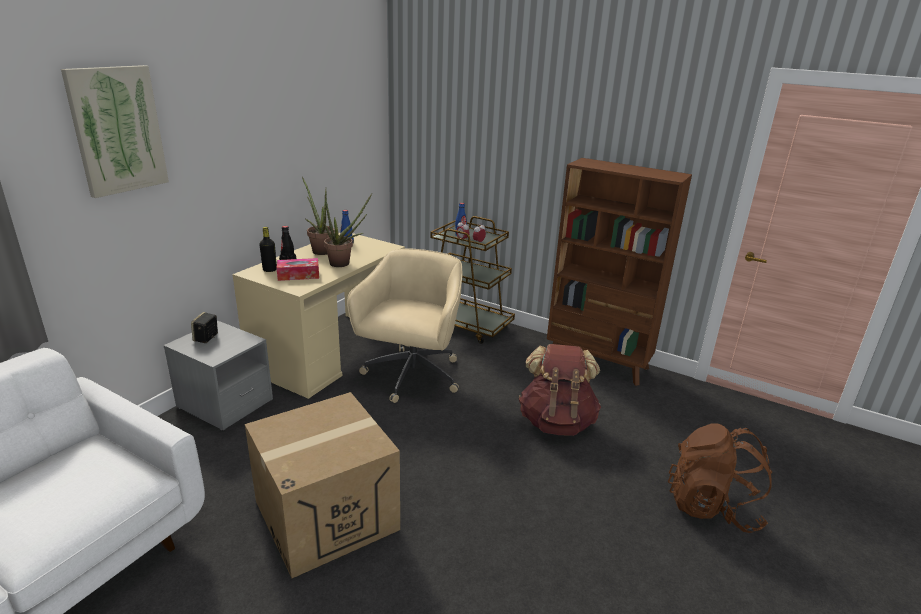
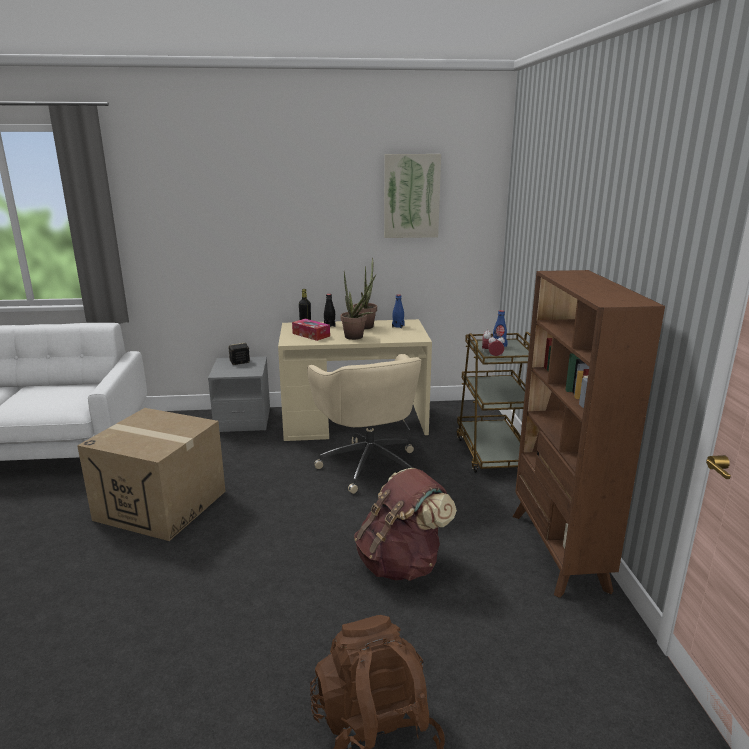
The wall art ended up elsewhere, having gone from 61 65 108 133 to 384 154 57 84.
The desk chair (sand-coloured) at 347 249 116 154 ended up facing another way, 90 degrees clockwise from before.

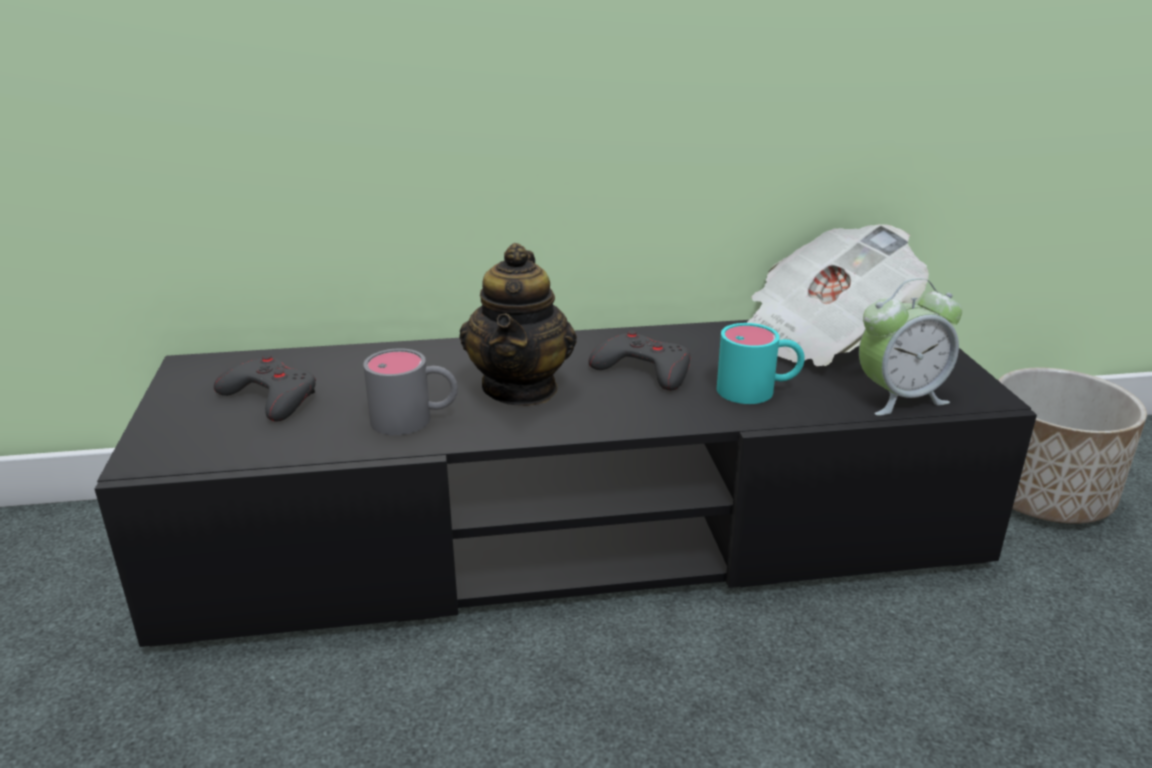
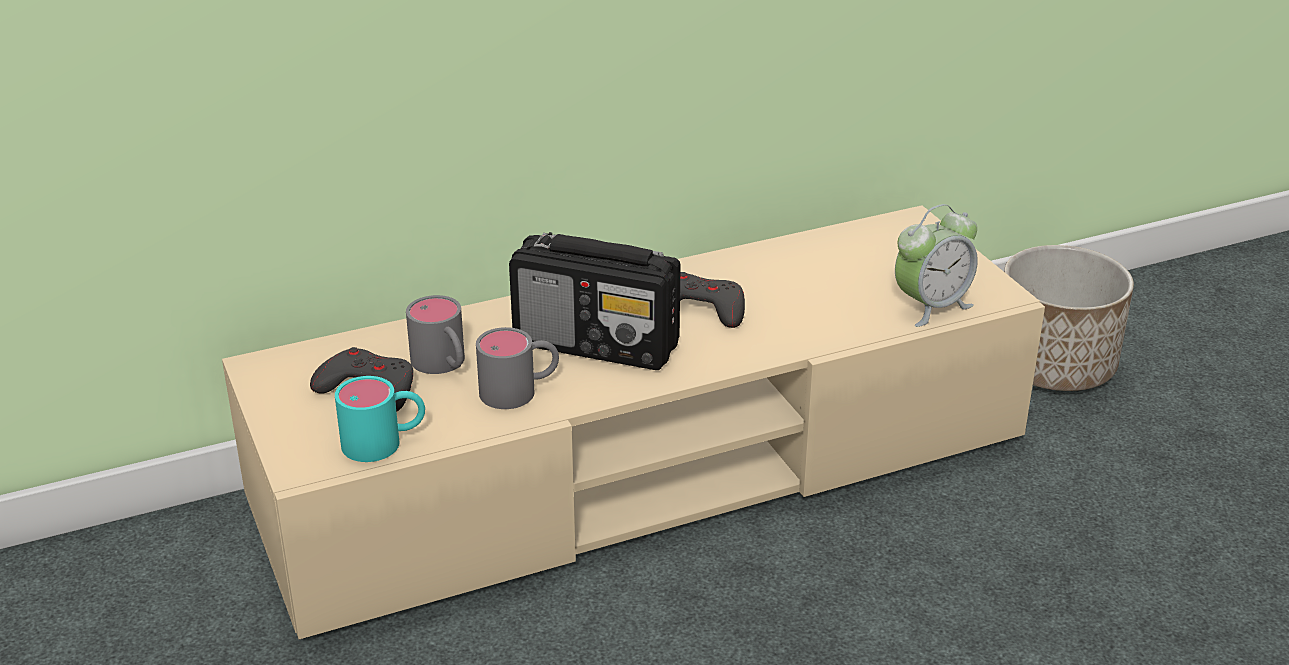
The second view lost the newspaper at 747 224 182 142.
Where the teapot stood at 460 243 117 163, the radio set came to stand at 509 232 172 138.
What was the tv stand (black-coloured) at 95 320 942 327 turned into the tv stand (sand-coloured) at 222 205 823 434.
The mug (turquoise-coloured) ended up elsewhere, having gone from 717 323 88 81 to 335 376 90 86.
The second view gained the mug (greyish) at 406 295 59 79.

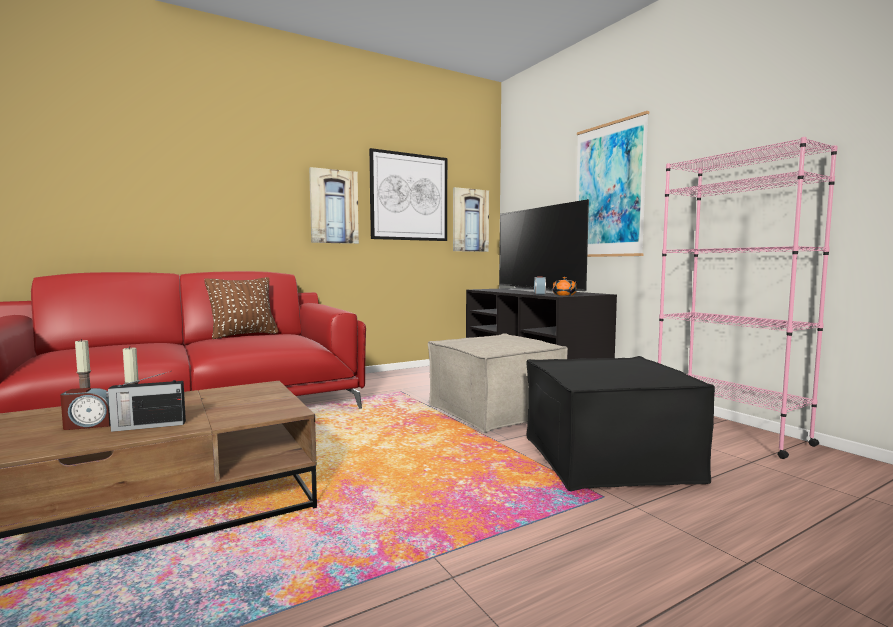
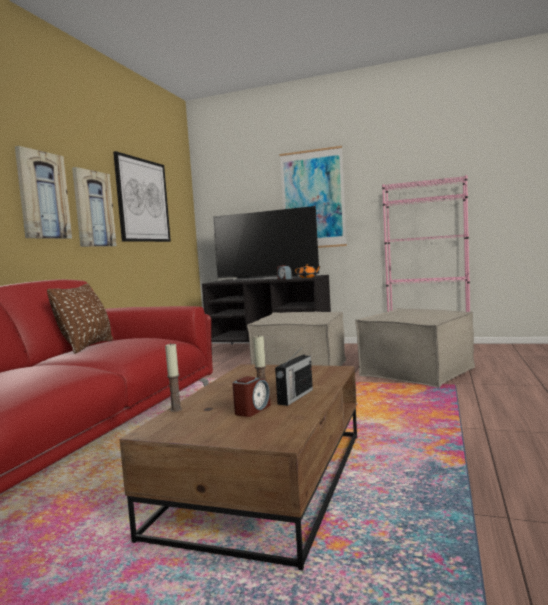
The wall art ended up elsewhere, having gone from 453 187 36 65 to 15 146 57 93.
What was the pouffe (black-coloured) at 526 356 189 135 turned into the pouffe (sand-coloured) at 355 308 120 80.

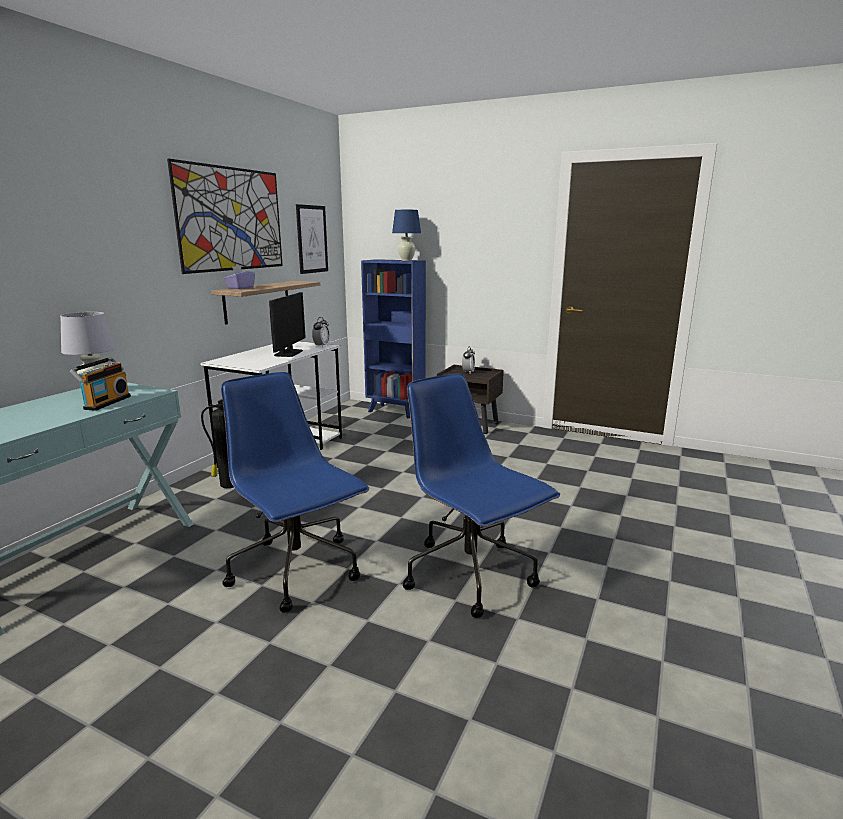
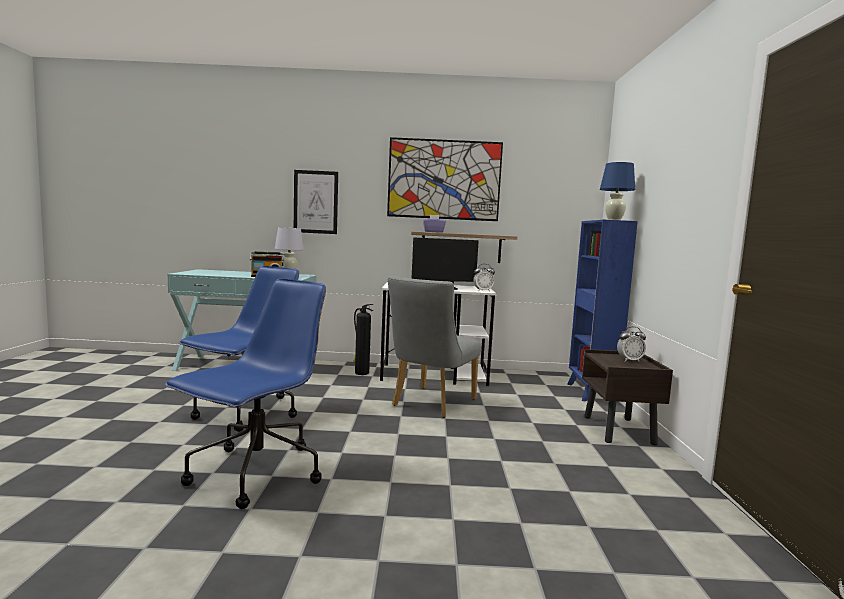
The wall art ended up elsewhere, having gone from 296 204 32 70 to 294 170 44 64.
The second view gained the chair (greyish) at 388 276 93 142.

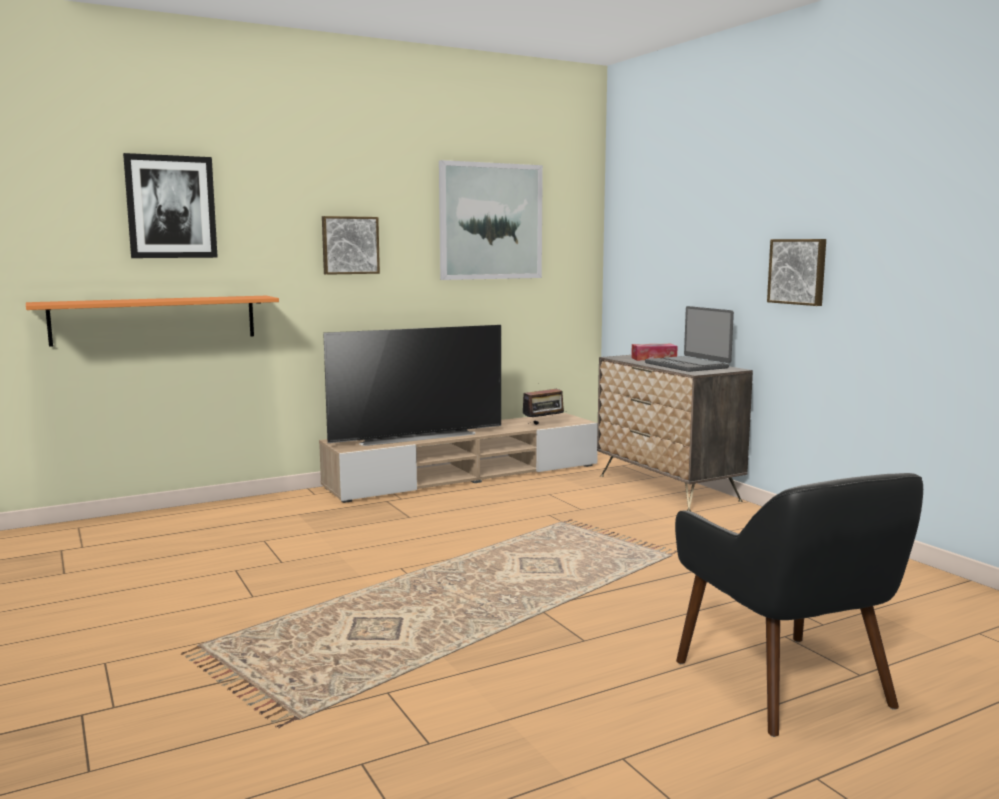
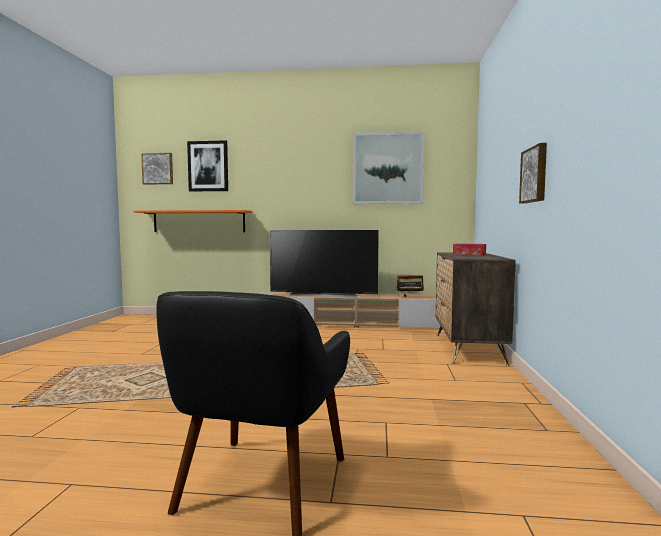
The wall art ended up elsewhere, having gone from 322 216 58 59 to 141 153 32 32.
The second view lost the portable computer at 645 306 89 66.

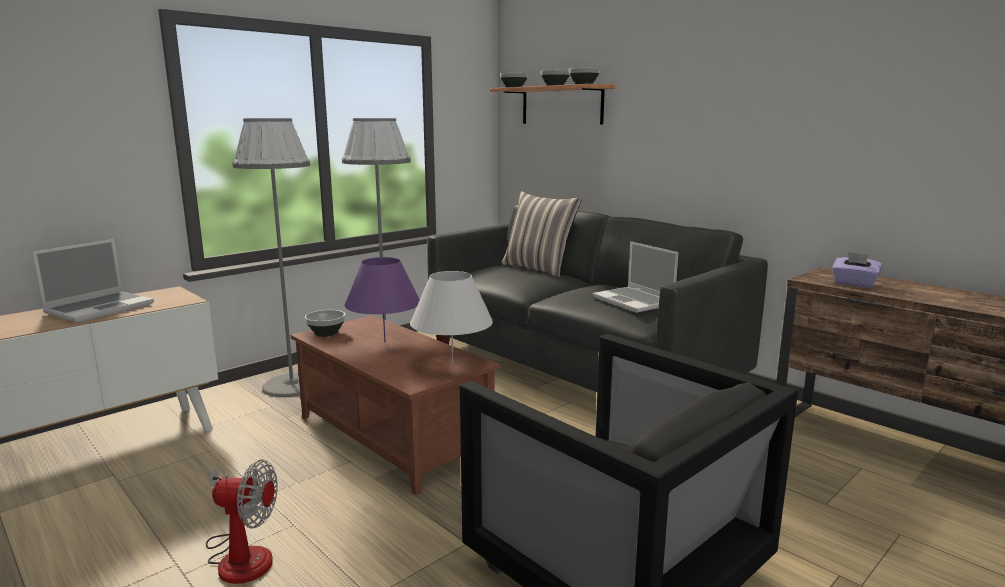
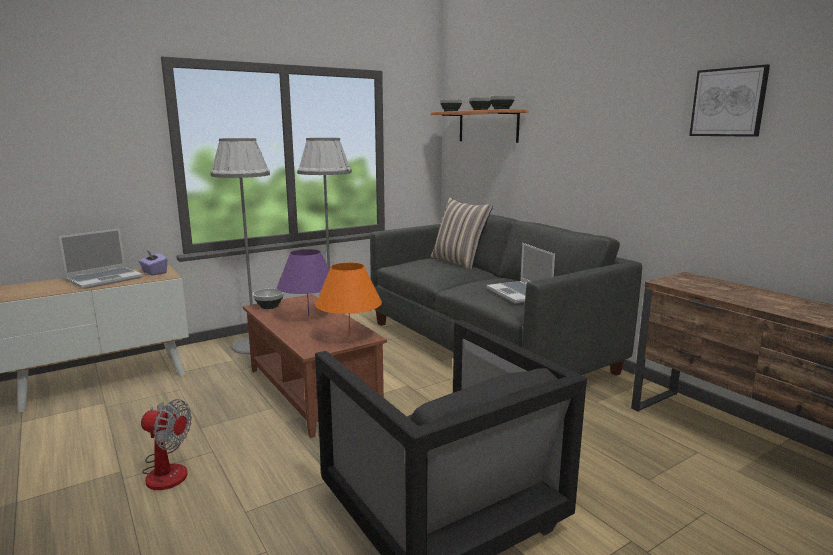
The tissue box (purple) ended up elsewhere, having gone from 832 252 51 36 to 139 251 28 25.
What was the table lamp (white) at 410 271 83 94 turned into the table lamp (orange-coloured) at 315 262 67 75.
The second view gained the wall art at 689 64 81 73.

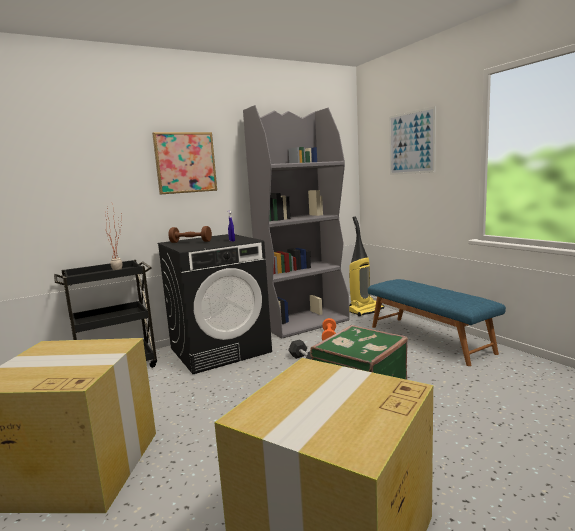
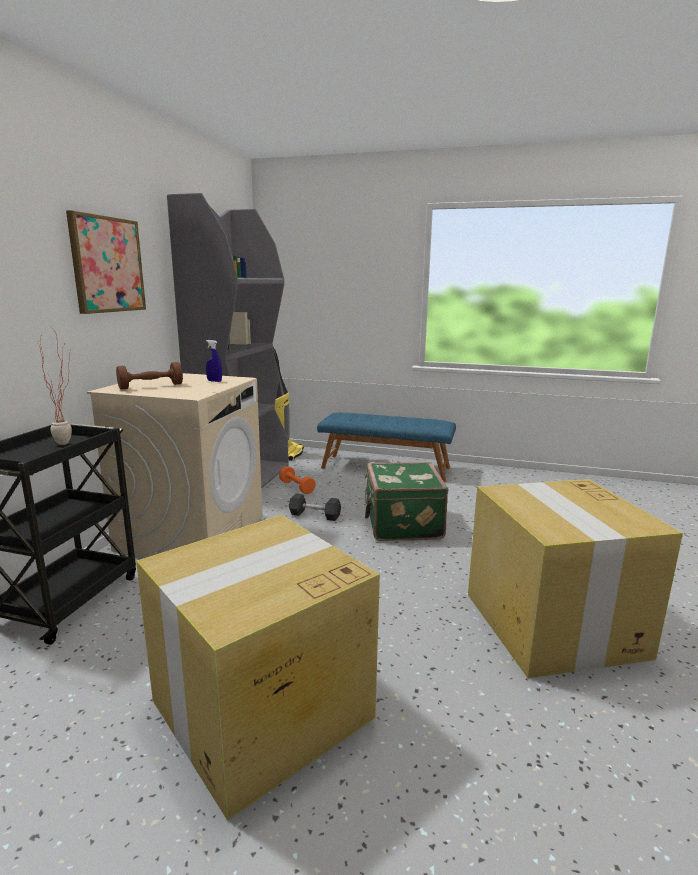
The second view lost the wall art at 389 106 47 69.
What was the washing machine (black-coloured) at 157 234 115 140 turned into the washing machine (sand-coloured) at 87 373 176 184.

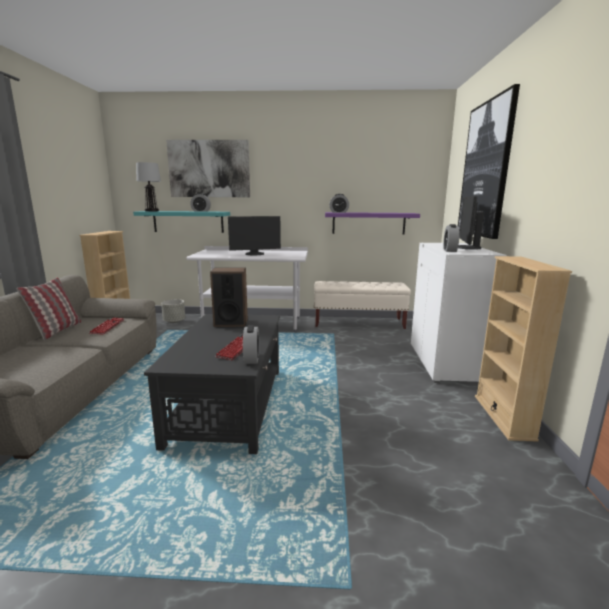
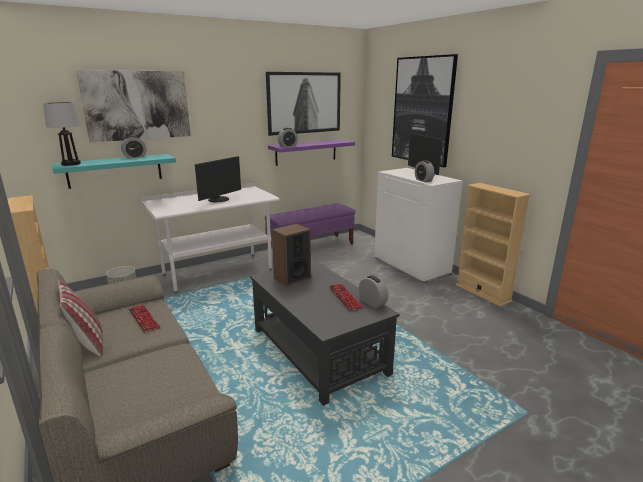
What was the indoor bench (sand-coloured) at 314 281 97 48 turned into the indoor bench (purple) at 265 203 90 45.
The second view gained the wall art at 266 72 75 64.

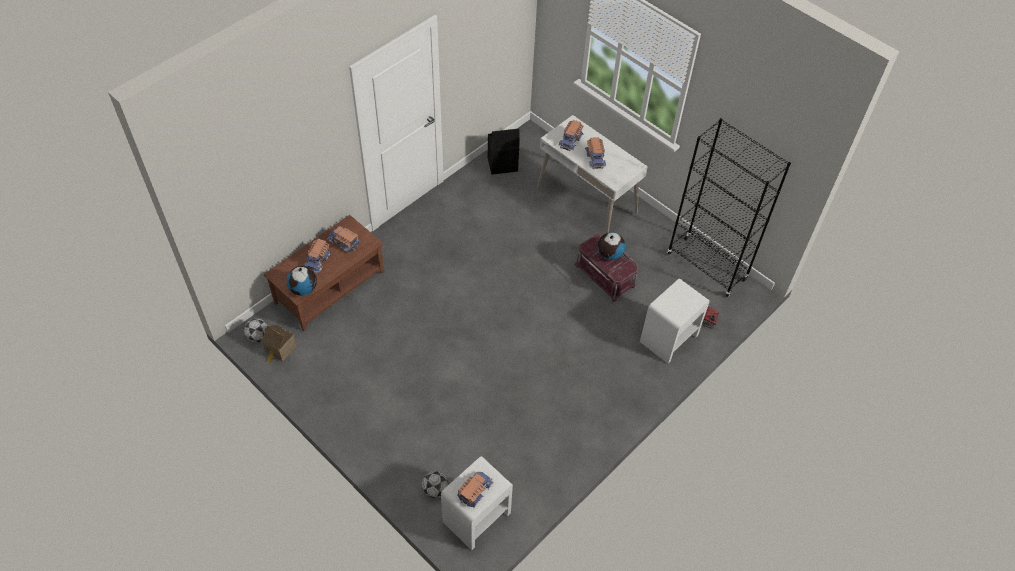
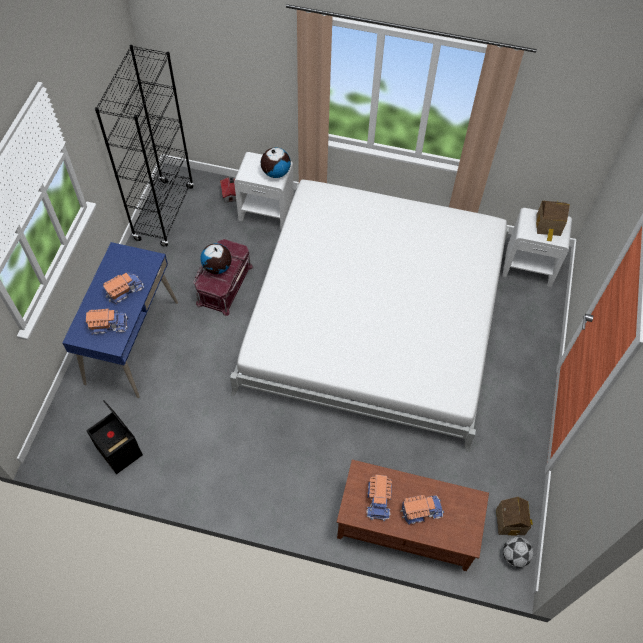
What was the desk (white) at 537 115 111 118 turned into the desk (bluish) at 62 242 116 156.
The desk globe ended up elsewhere, having gone from 287 266 30 30 to 261 148 30 30.
The second view lost the football ball at 422 471 26 27.
Where the model truck stood at 457 471 37 37, the model house came to stand at 536 201 34 40.
The second view gained the bedroom bed (white) at 230 180 279 272.

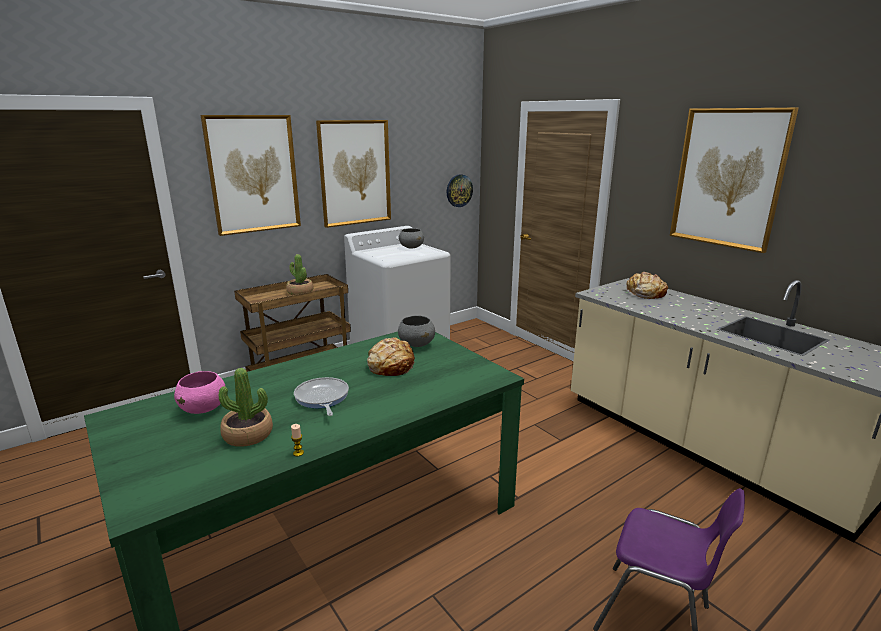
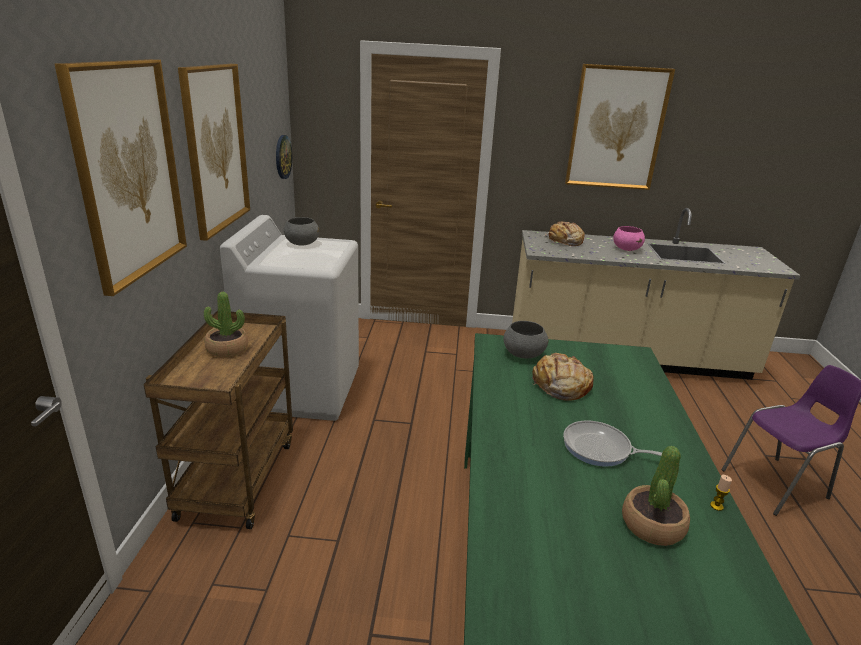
The deep dish (pink) ended up elsewhere, having gone from 174 371 52 43 to 613 226 32 25.

